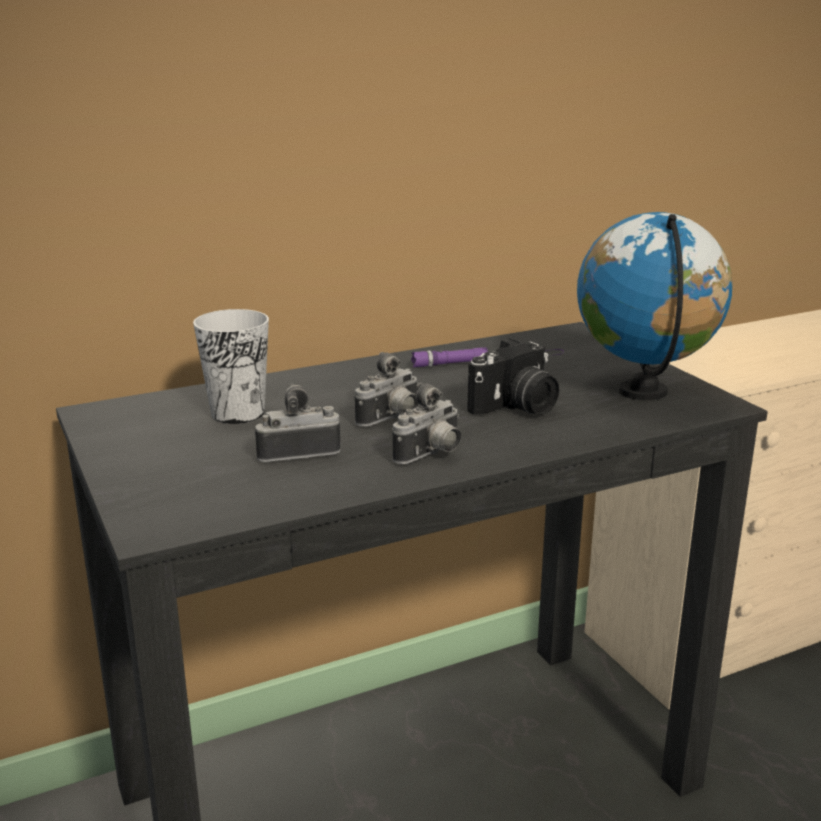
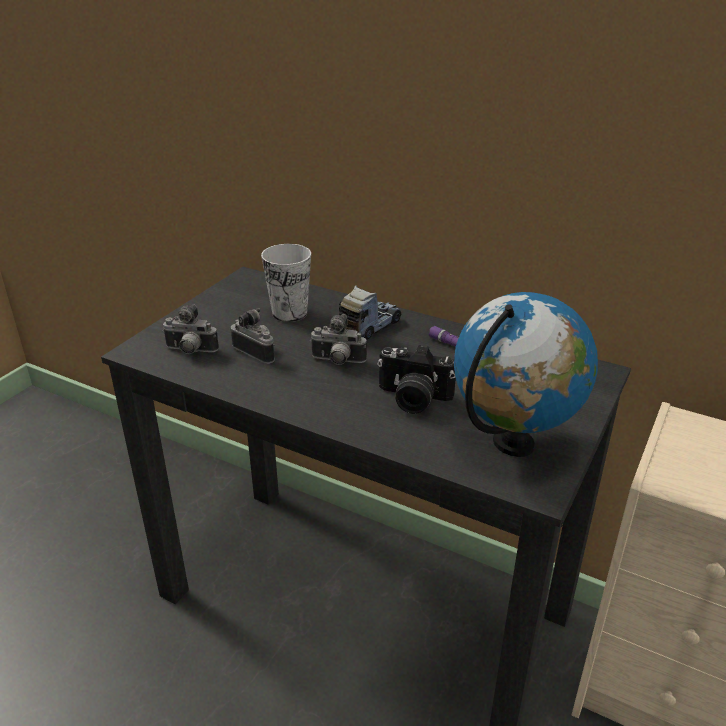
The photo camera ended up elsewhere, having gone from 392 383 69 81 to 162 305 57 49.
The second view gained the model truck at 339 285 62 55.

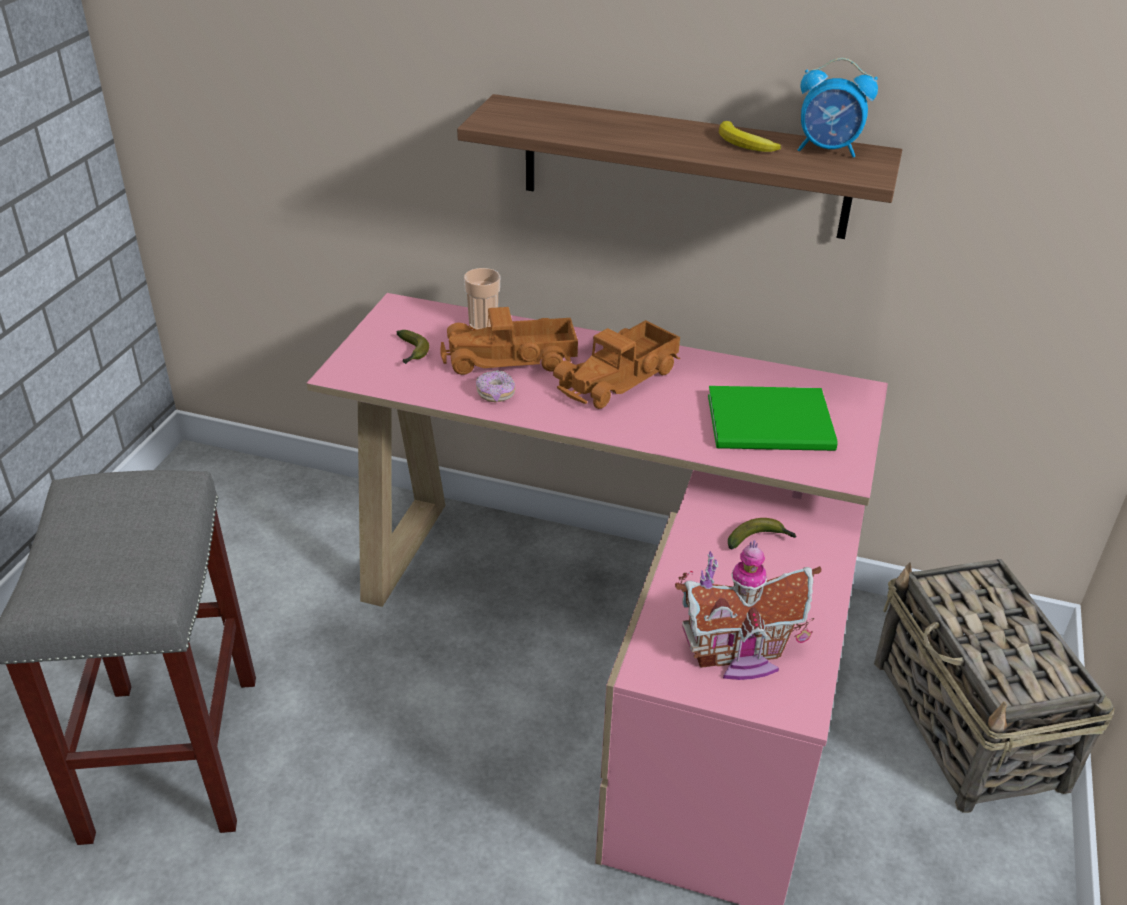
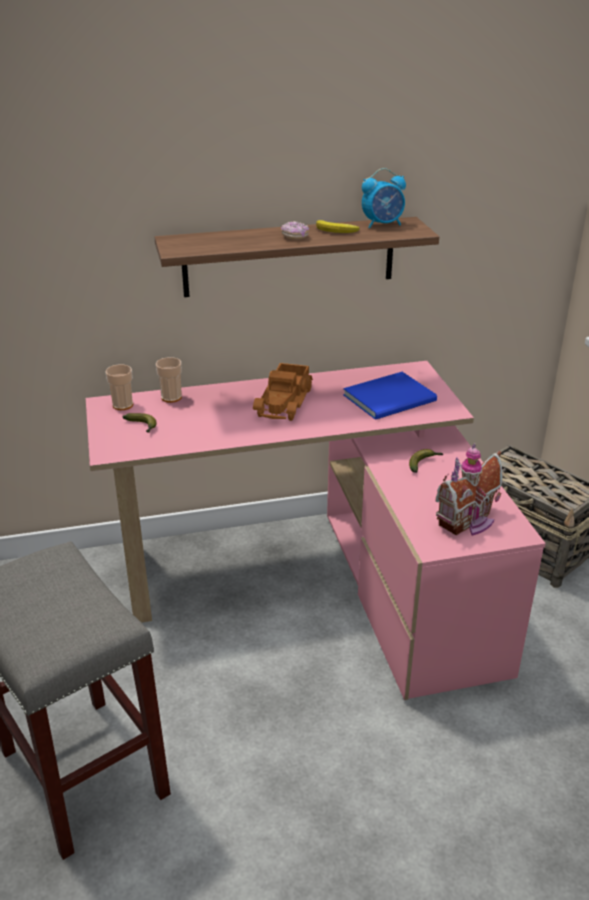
The second view lost the model truck at 440 307 138 68.
The ring doughnut ended up elsewhere, having gone from 476 370 40 32 to 281 221 28 19.
What was the volume (greenish) at 708 386 130 65 turned into the volume (bluish) at 343 372 94 48.
The second view gained the drinking cup at 105 365 28 45.

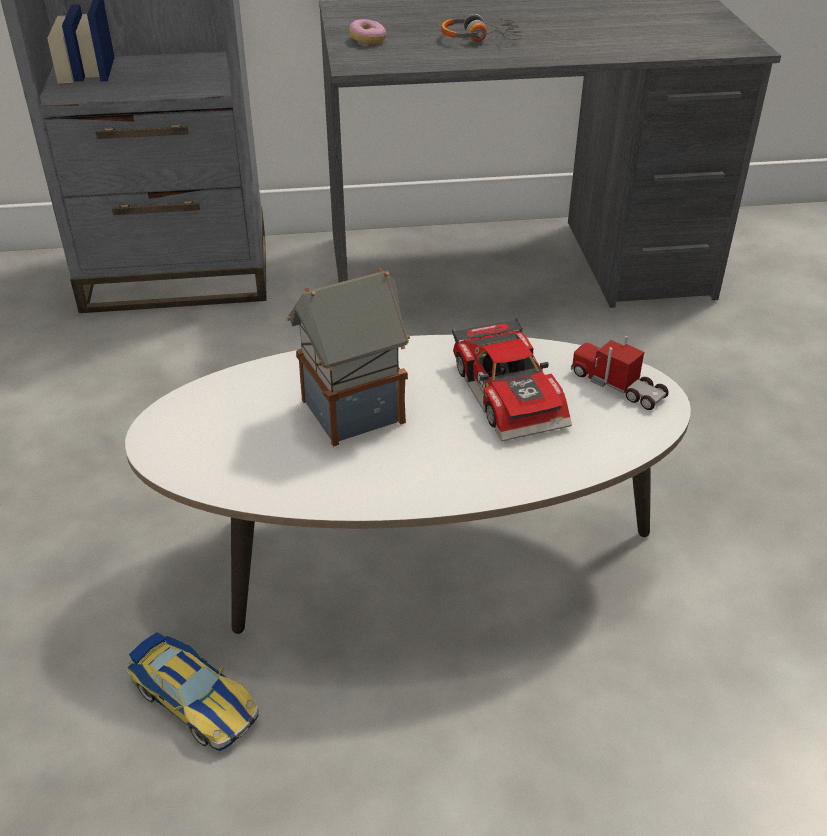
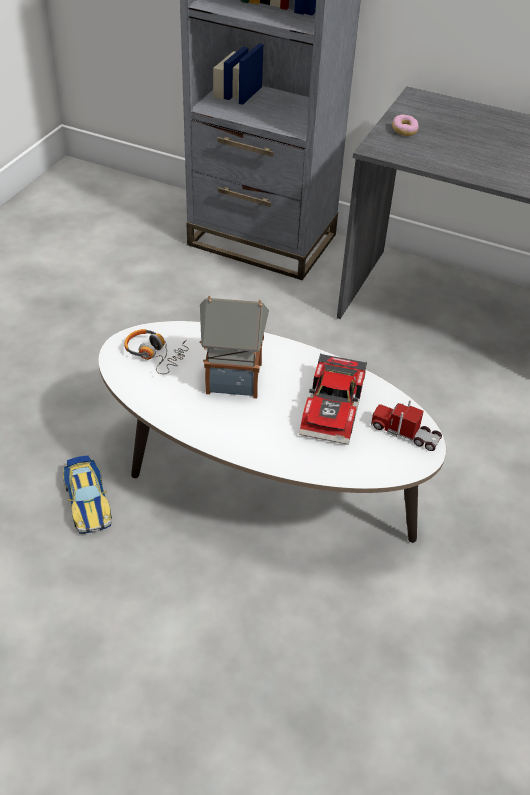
The pair of headphones ended up elsewhere, having gone from 441 14 82 28 to 124 329 65 45.
The model truck at 571 335 98 75 ended up facing another way, 45 degrees counterclockwise from before.

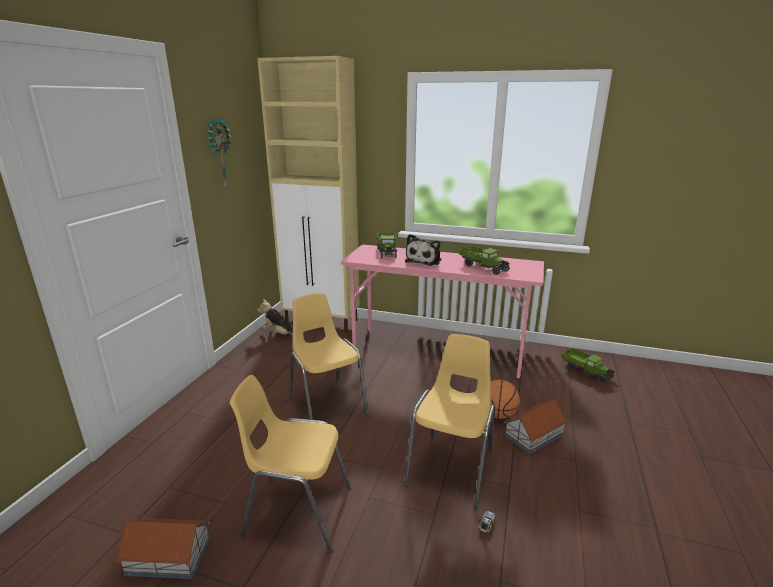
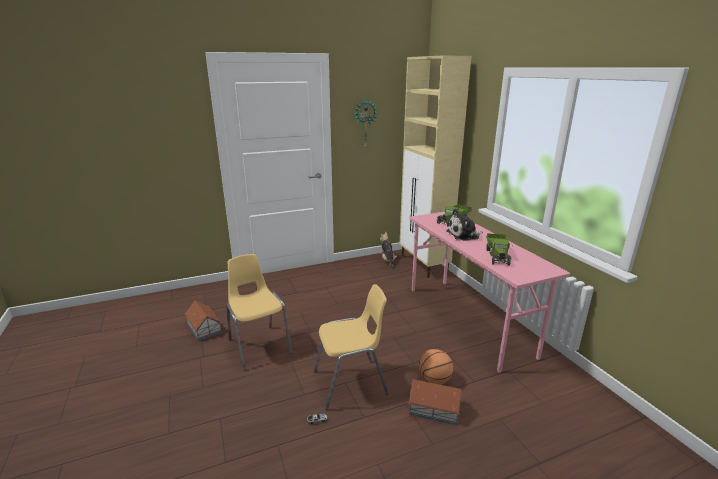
The second view lost the chair (yellow) at 290 293 79 127.
The second view lost the model truck at 561 348 54 36.

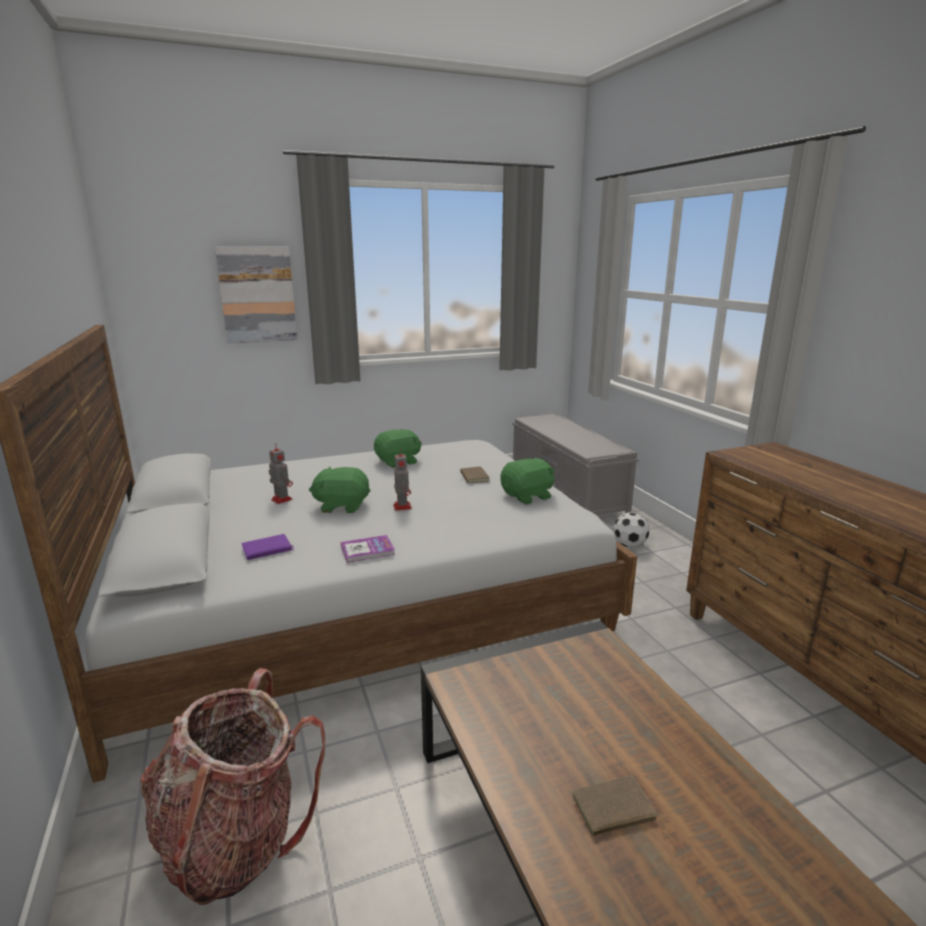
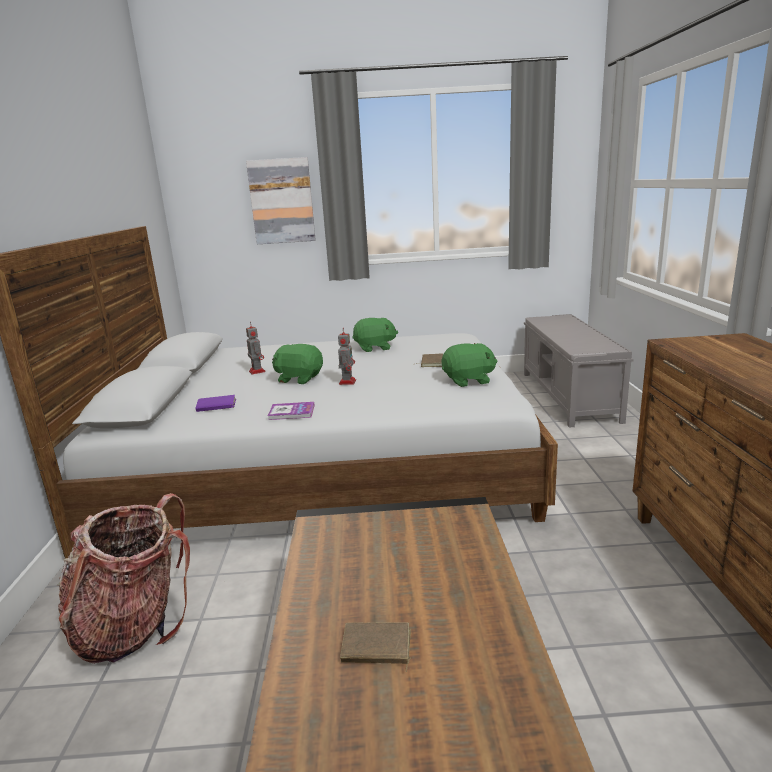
The second view lost the football ball at 613 512 37 36.

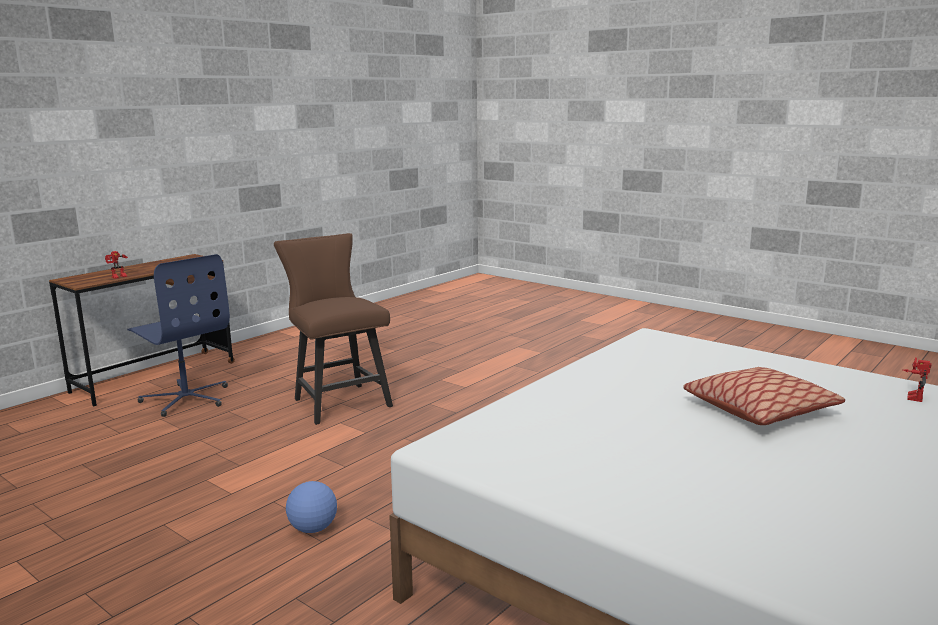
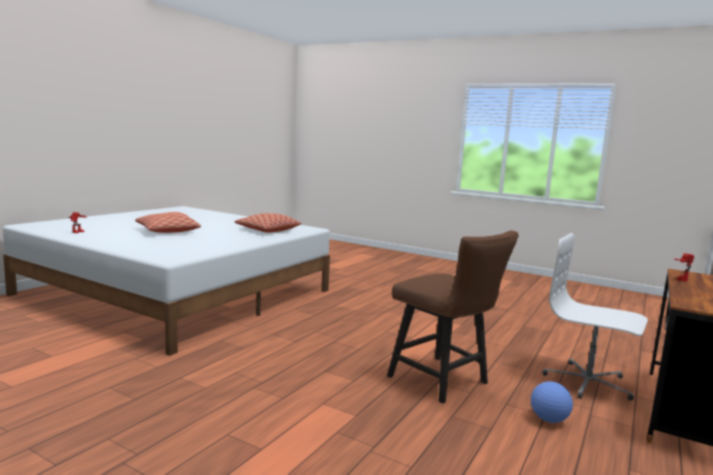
What was the desk chair (bluish) at 127 254 103 163 turned into the desk chair (white) at 542 233 106 168.
The football ball ended up elsewhere, having gone from 286 481 51 52 to 531 381 42 42.
The second view gained the throw pillow at 234 213 67 20.

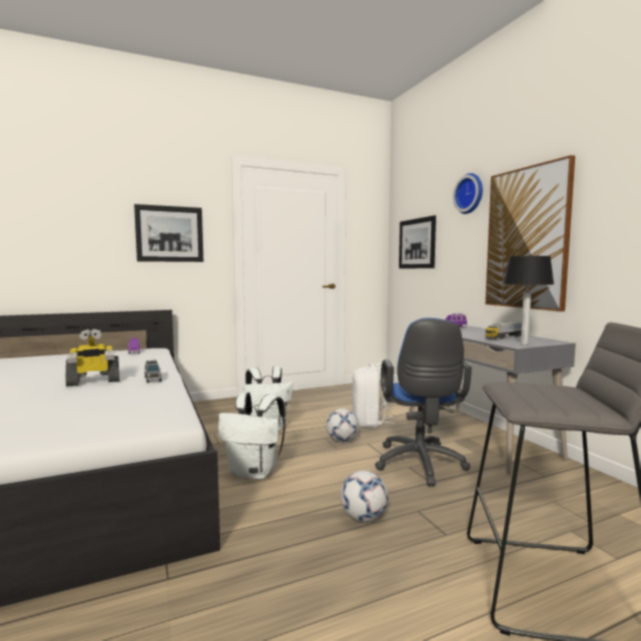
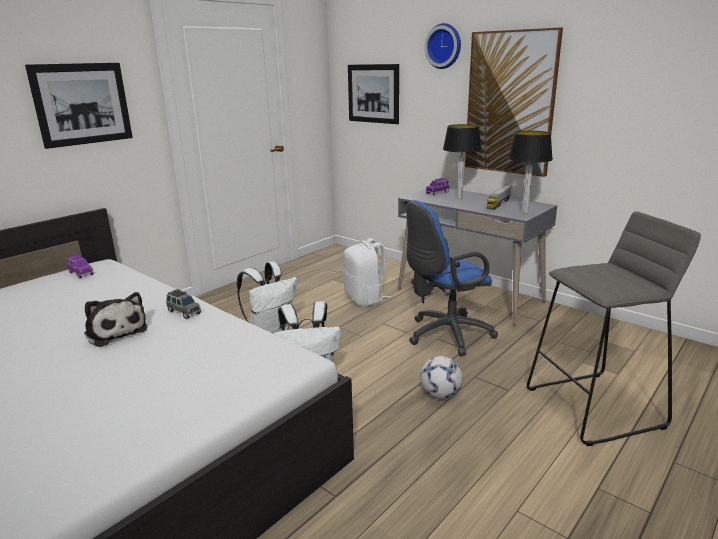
The desk chair (bluish) at 375 318 97 168 ended up facing another way, 90 degrees clockwise from before.
Where the toy robot stood at 65 329 55 58, the soft toy came to stand at 84 292 64 55.
The second view lost the football ball at 326 409 33 33.
The second view gained the table lamp at 443 124 39 75.

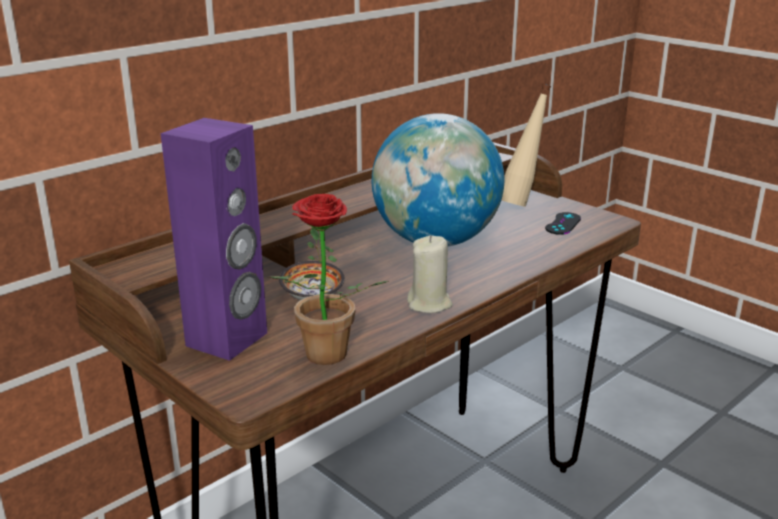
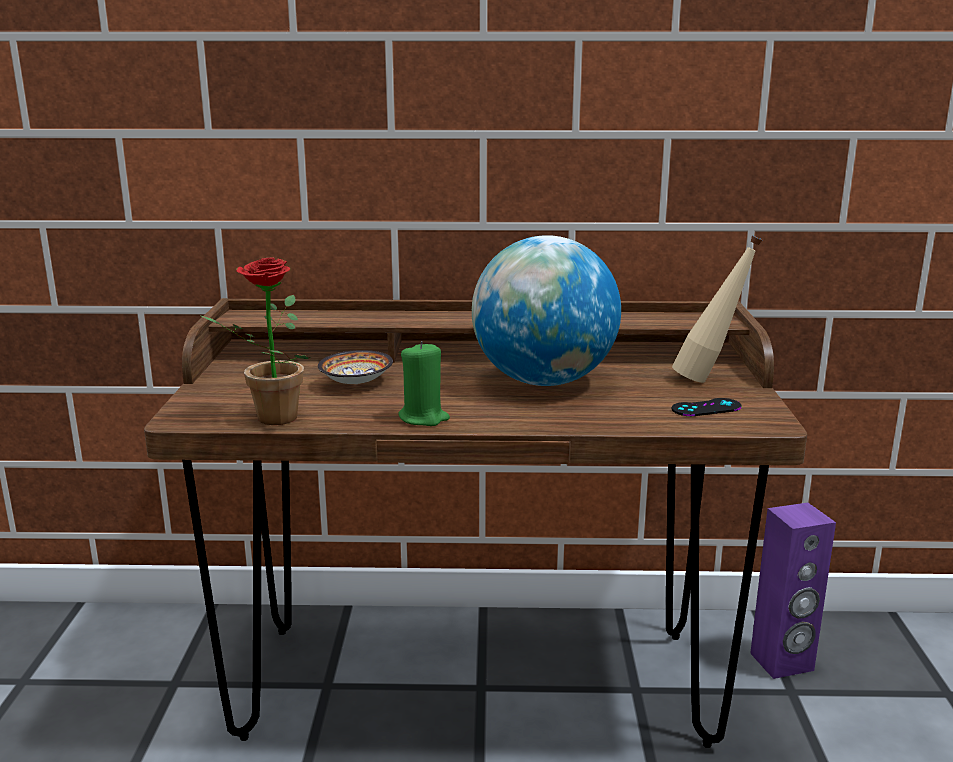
The loudspeaker (purple) ended up elsewhere, having gone from 161 118 106 243 to 750 502 86 177.
What was the wax candle (sand-coloured) at 407 235 46 78 turned into the wax candle (greenish) at 398 341 52 85.

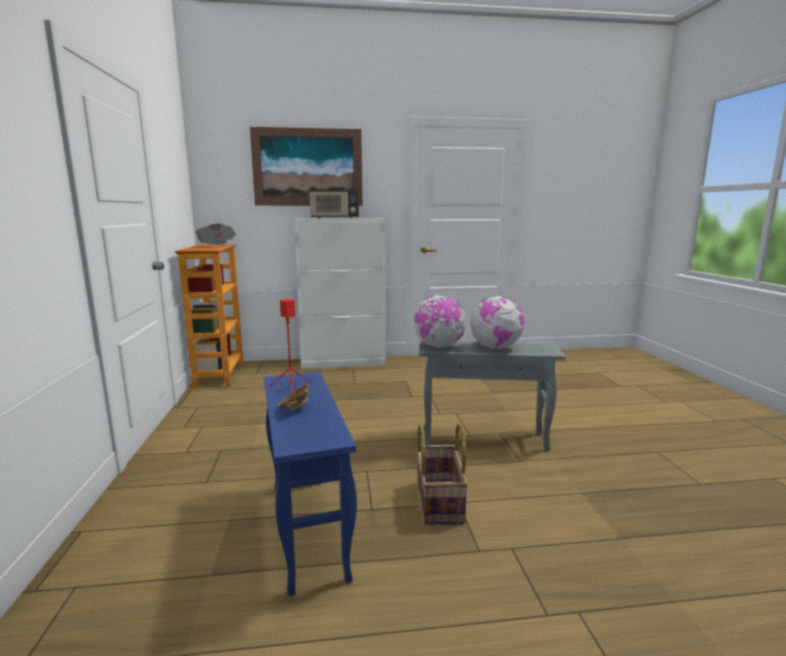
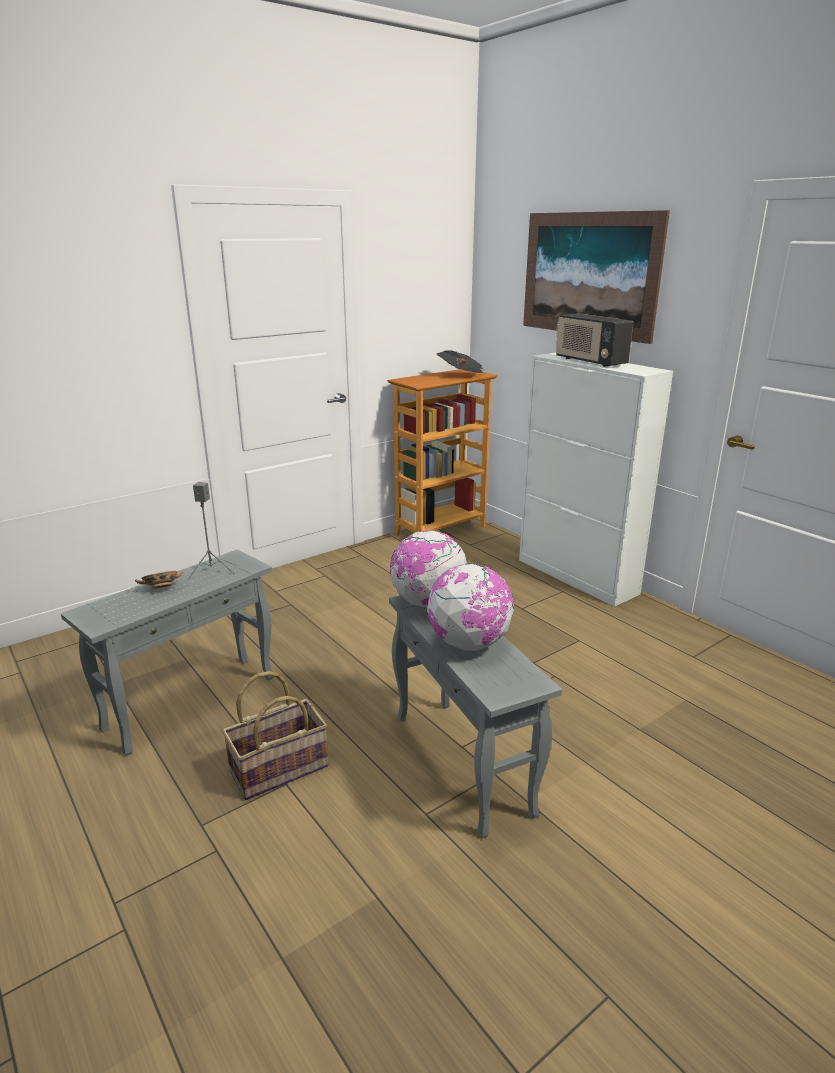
What was the loudspeaker (reddish) at 269 299 43 93 turned into the loudspeaker (greyish) at 188 482 46 97.
What was the side table (bluish) at 264 371 93 225 turned into the side table (greyish) at 61 549 213 206.

